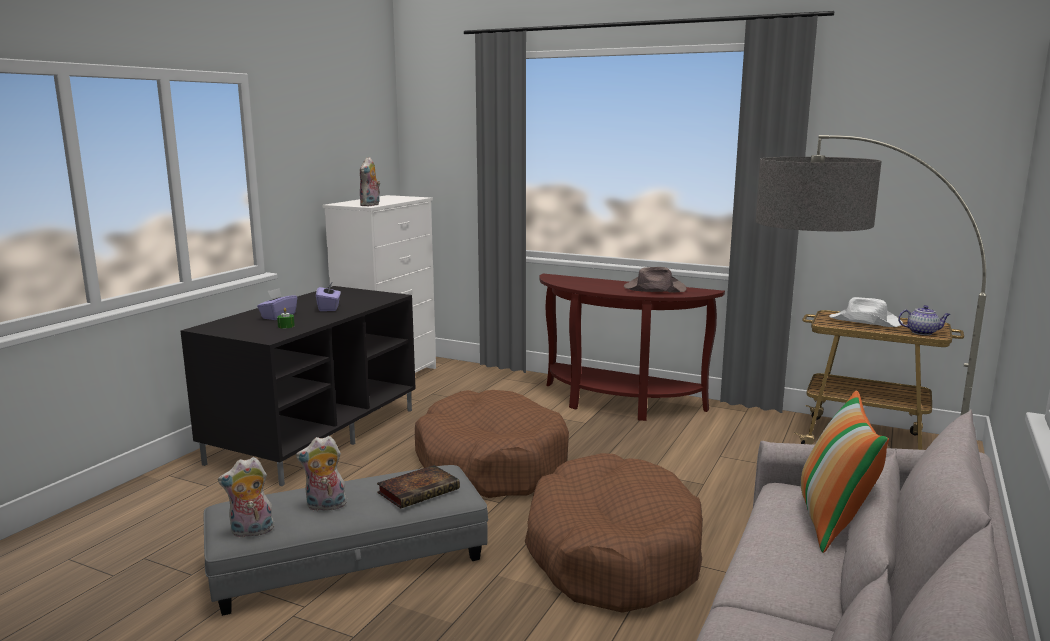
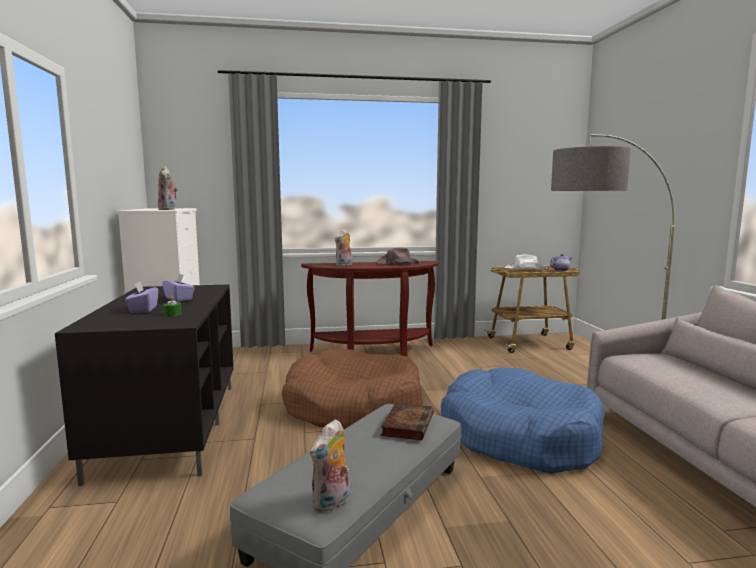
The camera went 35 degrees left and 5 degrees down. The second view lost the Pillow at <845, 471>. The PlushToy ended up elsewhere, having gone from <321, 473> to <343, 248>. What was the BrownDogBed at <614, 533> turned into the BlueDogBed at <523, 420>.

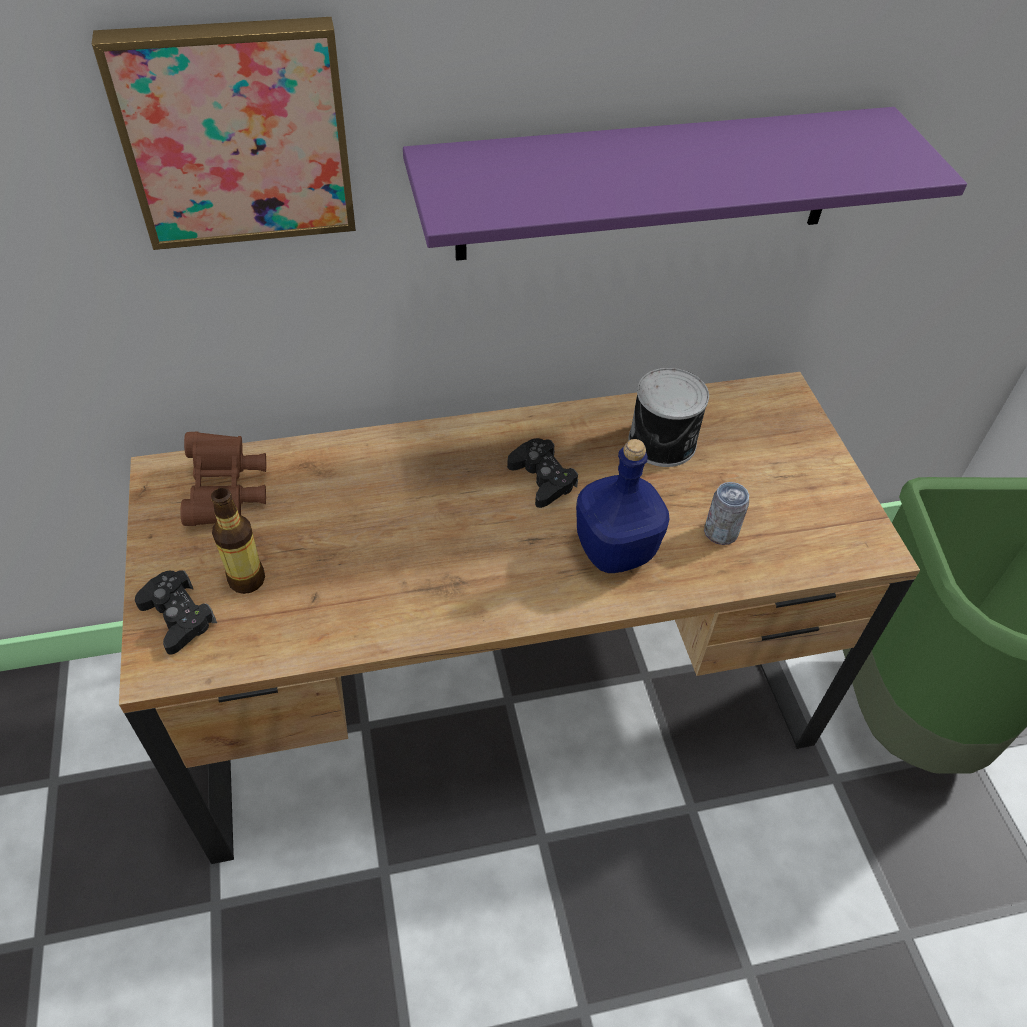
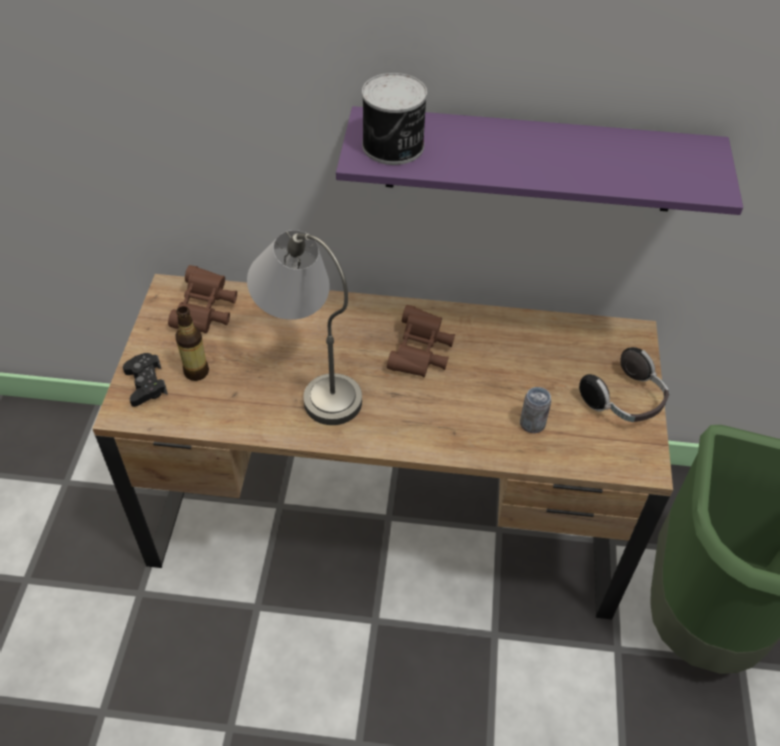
The camera went 20 degrees right and 0 degrees up. The second view lost the Picture at <224, 133>. The Can ended up elsewhere, having gone from <668, 417> to <394, 119>. Where the BlackGameController stood at <542, 473>, the BrownBinoculars came to stand at <421, 341>. The second view lost the BlueBottle at <623, 506>. The second view gained the GreyTableLamp at <304, 327>. The second view gained the Headphones at <624, 384>.

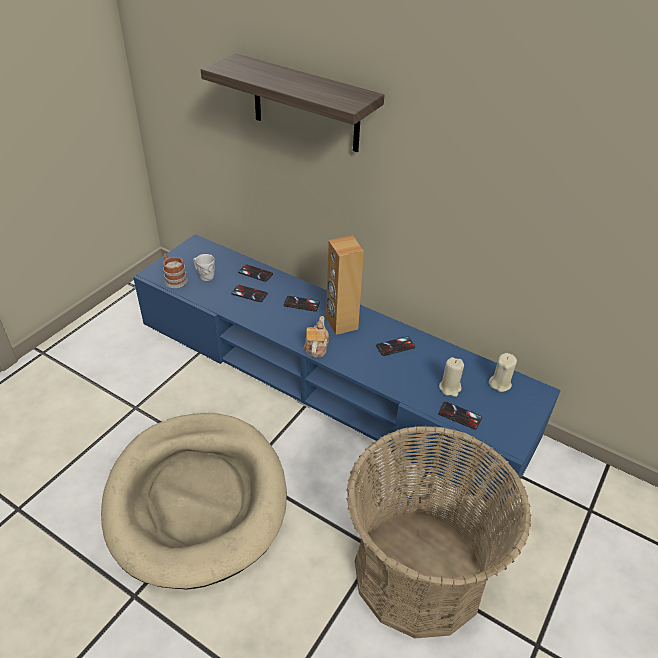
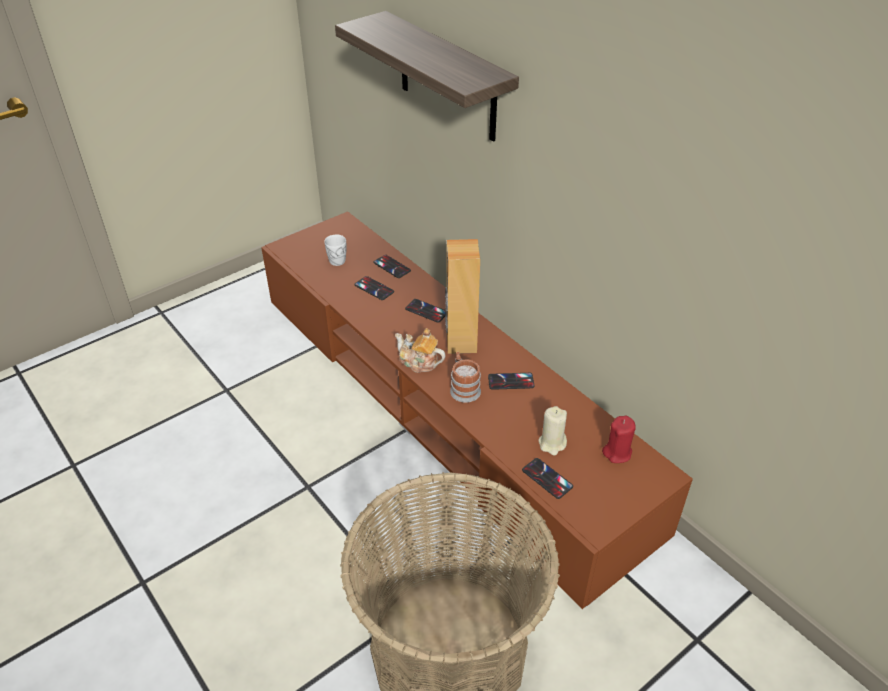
The camera went 20 degrees right and 0 degrees up. What was the BlueTvStand at <347, 372> turned into the BrownTvStand at <477, 410>. The Mug ended up elsewhere, having gone from <175, 270> to <465, 377>. The Teapot at <316, 337> ended up facing another way, 90 degrees counterclockwise from before. What was the BeigeCandle at <503, 372> turned into the RedCandle at <619, 439>. The second view lost the BeigeDogBed at <194, 501>.

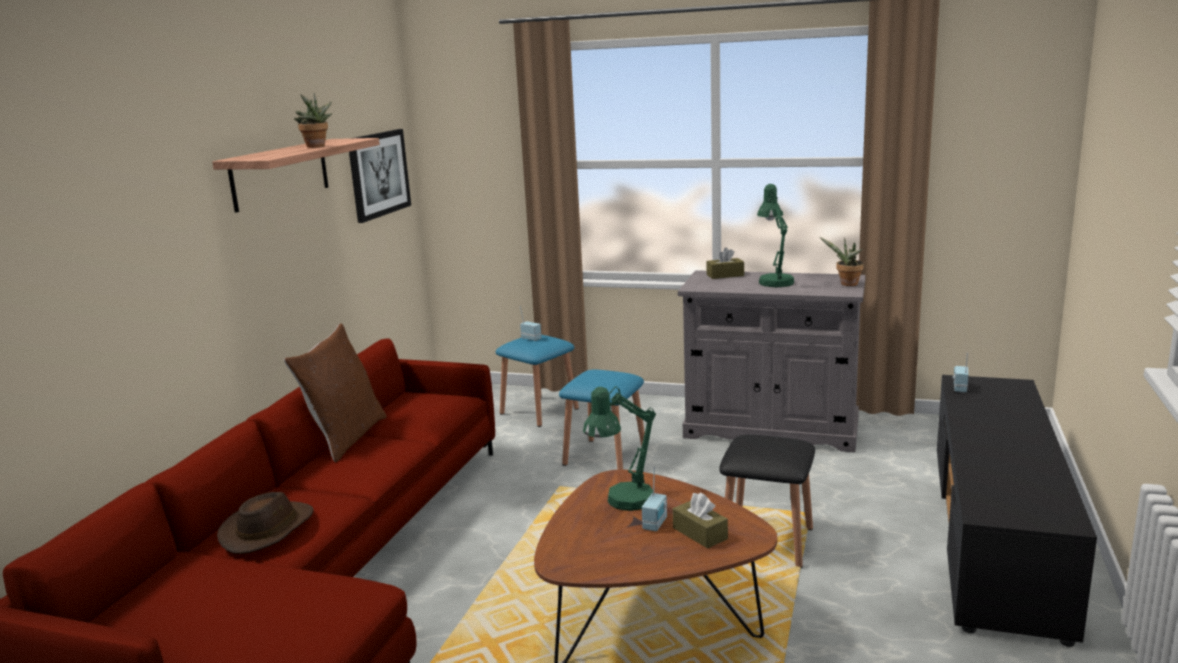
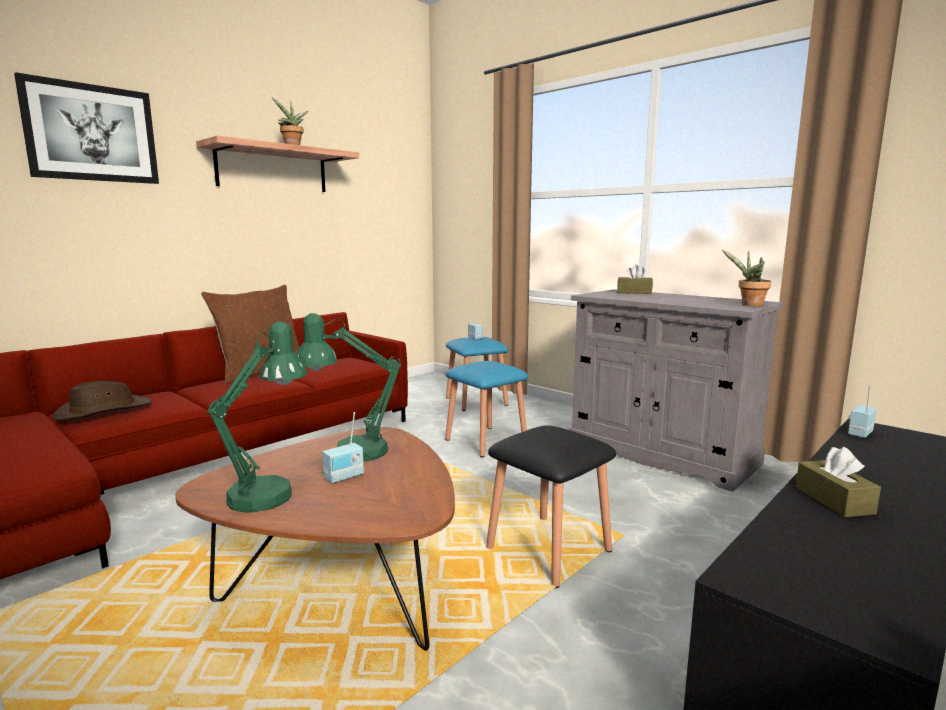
The camera went 25 degrees right and 5 degrees down. The Picture ended up elsewhere, having gone from <380, 176> to <86, 128>. The GreenTableLamp ended up elsewhere, having gone from <775, 235> to <257, 417>. The BrownTissueBox ended up elsewhere, having gone from <700, 520> to <838, 482>.

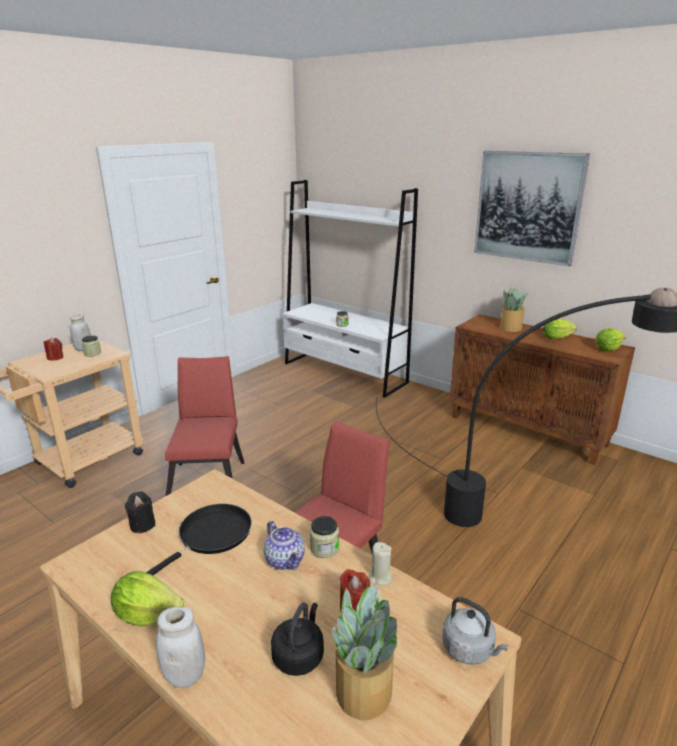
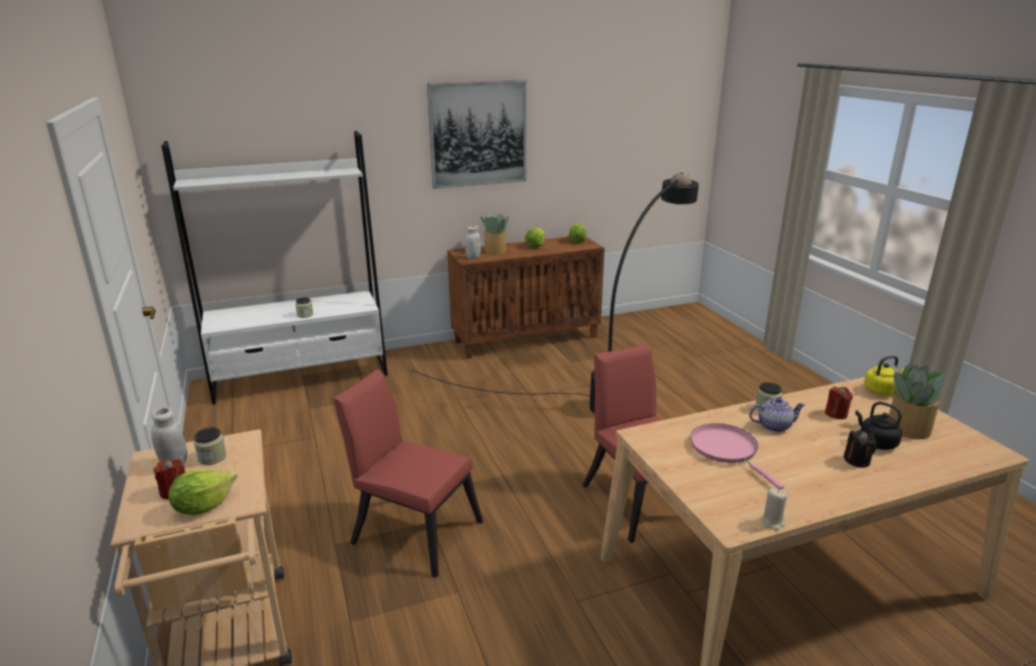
The camera went 60 degrees left and 0 degrees up. The BlackCandle ended up elsewhere, having gone from <140, 512> to <859, 449>. What was the BlackFryingPan at <198, 539> turned into the PinkFryingPan at <737, 456>. The BeigeCandle ended up elsewhere, having gone from <381, 564> to <774, 509>. The Lettuce ended up elsewhere, having gone from <147, 598> to <203, 492>. What was the GreyKettle at <475, 631> turned into the YellowKettle at <884, 375>. The WhiteJar ended up elsewhere, having gone from <180, 647> to <473, 242>.

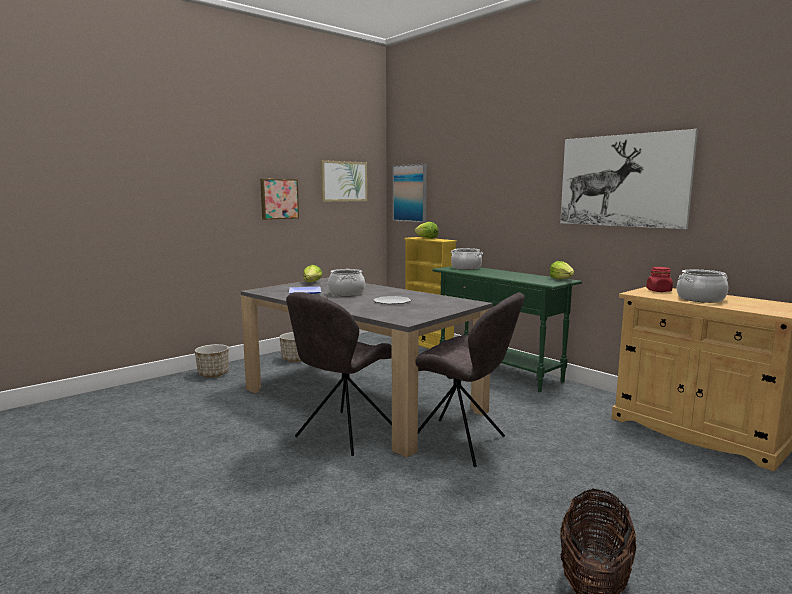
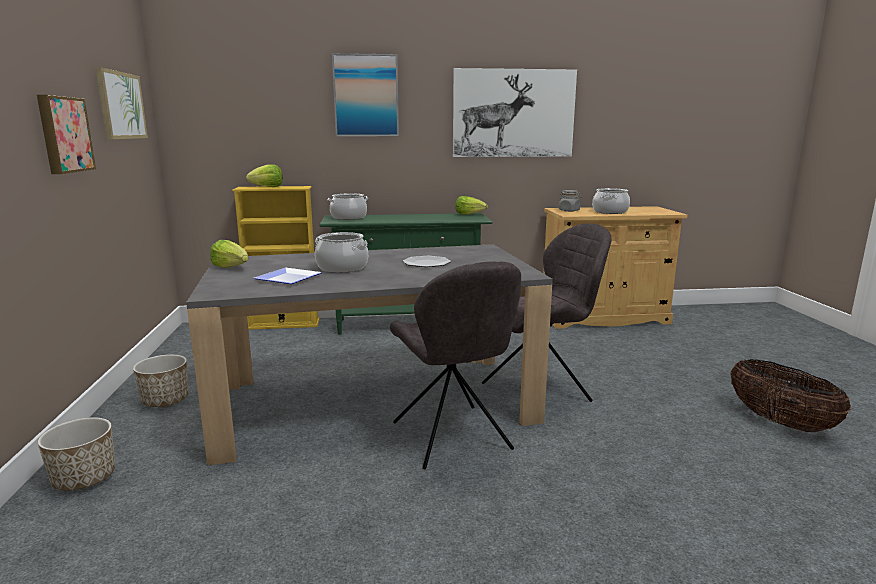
The camera went 55 degrees left and 5 degrees up. The Picture ended up elsewhere, having gone from <410, 193> to <365, 94>. What was the RedJar at <659, 279> turned into the GreyJar at <570, 201>.

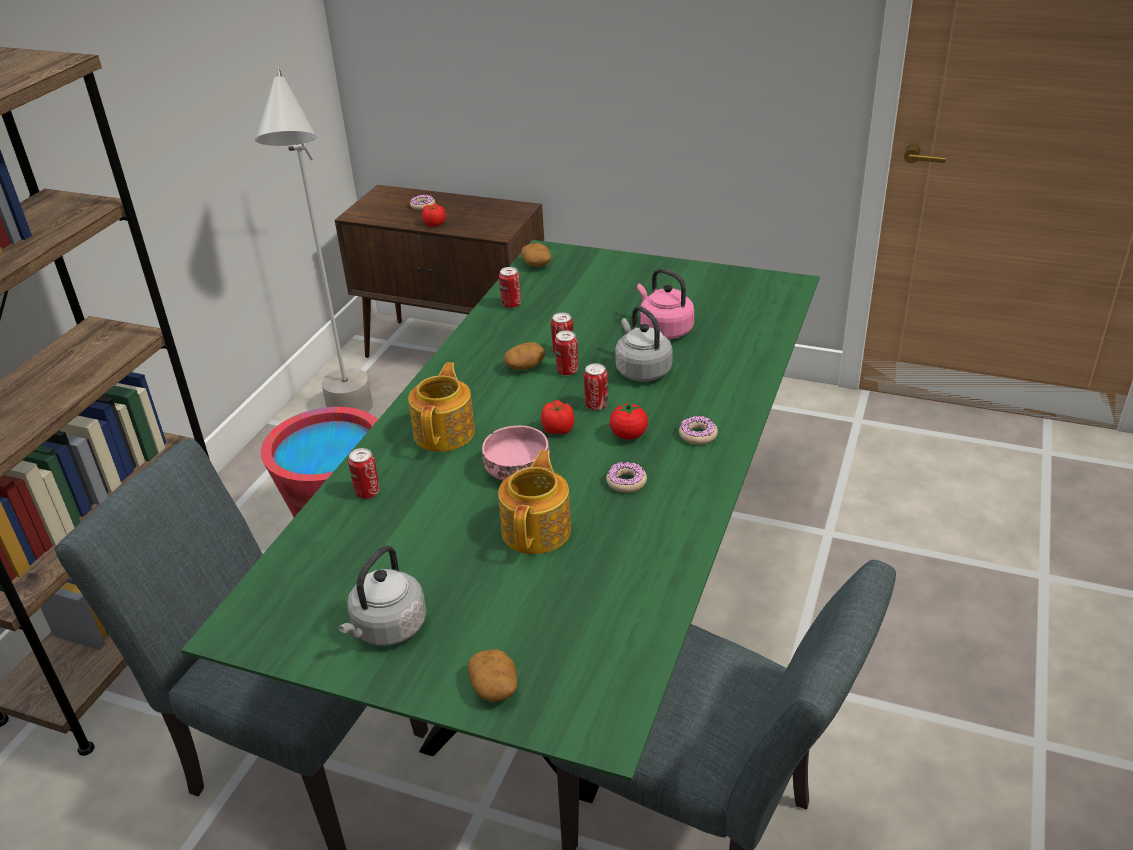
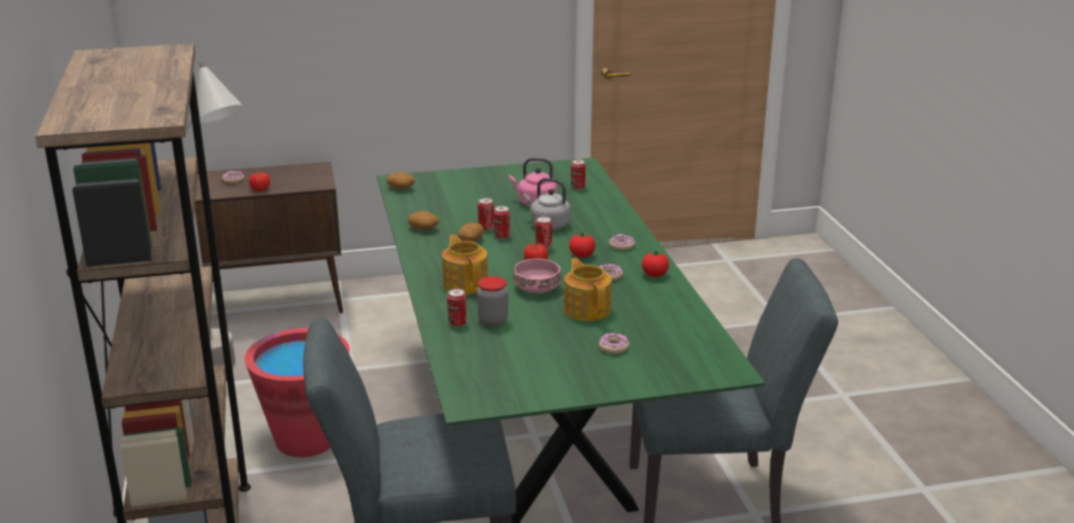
The camera went 35 degrees left and 10 degrees down. The Can ended up elsewhere, having gone from <510, 287> to <578, 175>. The second view lost the GreyKettle at <382, 595>. The Potato ended up elsewhere, having gone from <492, 675> to <423, 220>. The second view gained the Tomato at <655, 263>. The second view gained the Jar at <492, 301>. The second view gained the Donut at <614, 343>.

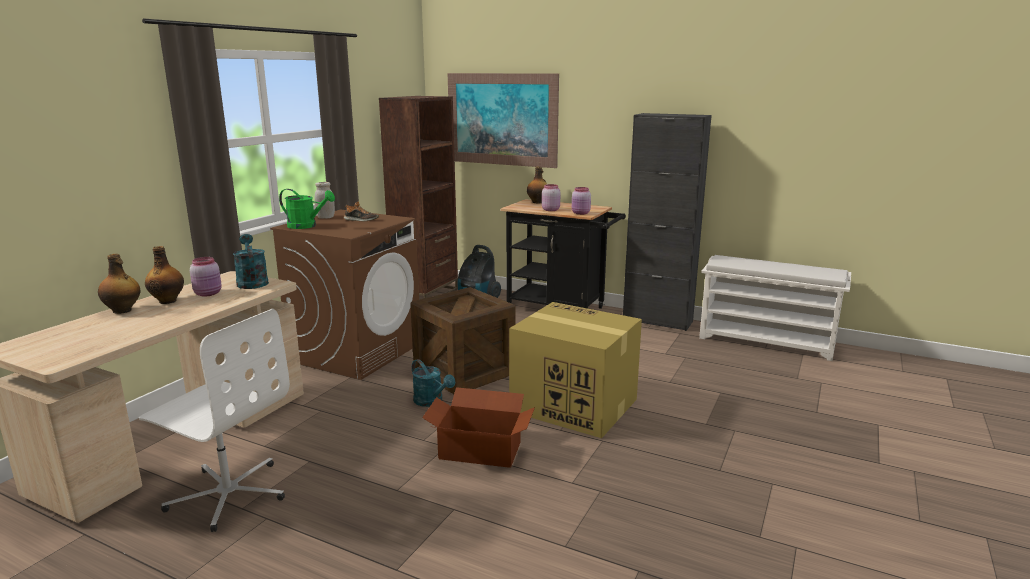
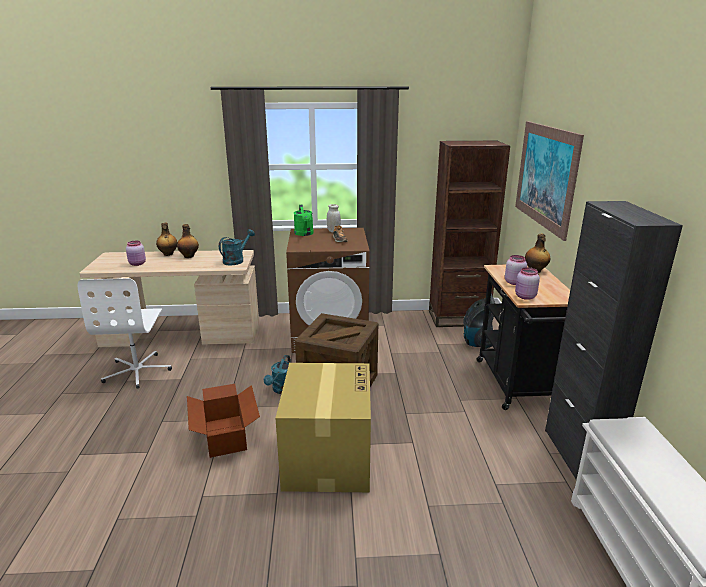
The camera went 60 degrees right and 5 degrees up. The PinkJar ended up elsewhere, having gone from <206, 276> to <136, 253>.

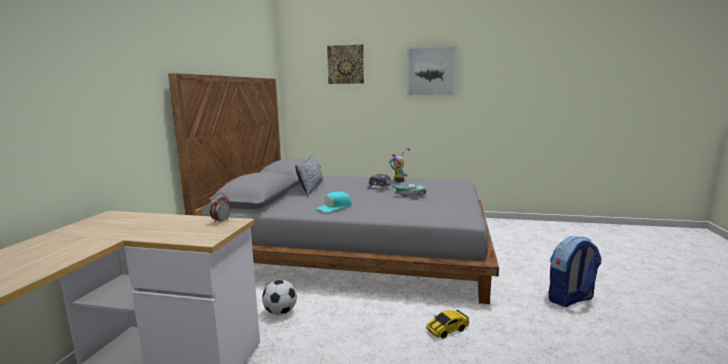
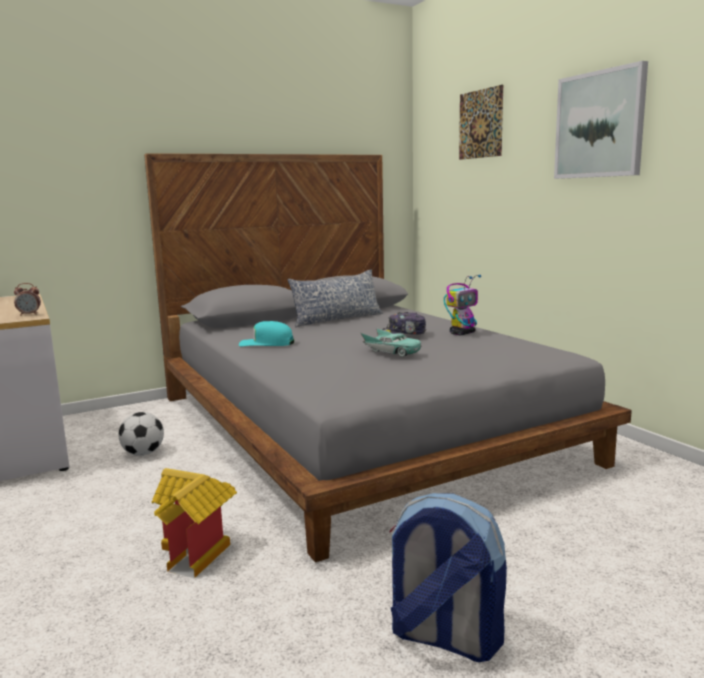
The camera went 50 degrees right and 0 degrees up. Where the ToyCar stood at <447, 324>, the ToyHouse came to stand at <194, 523>.

